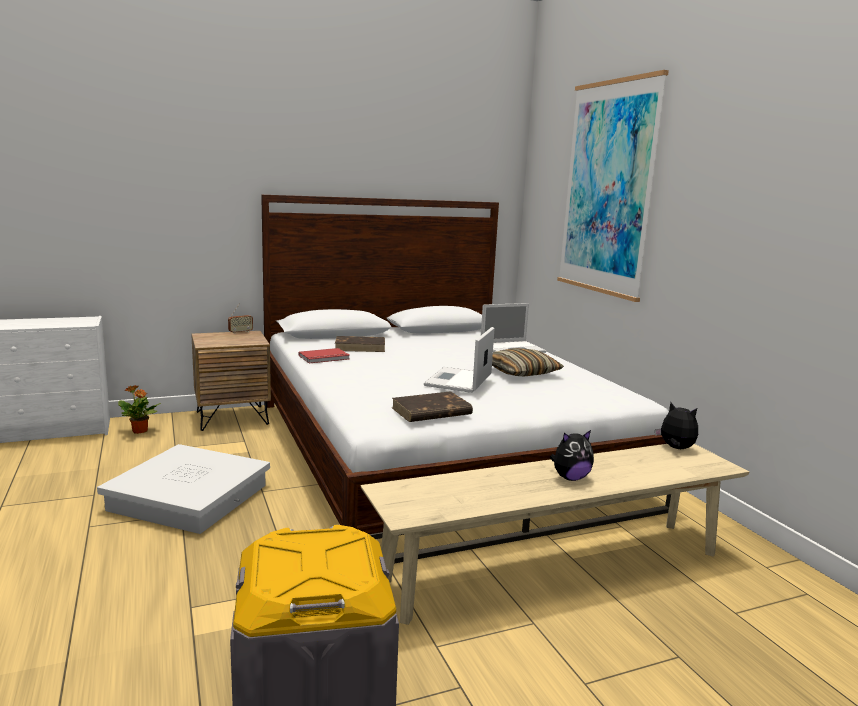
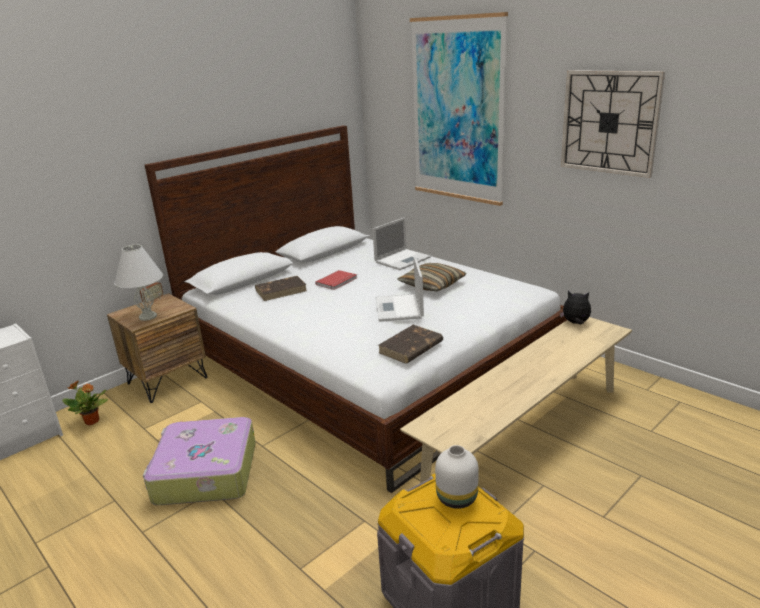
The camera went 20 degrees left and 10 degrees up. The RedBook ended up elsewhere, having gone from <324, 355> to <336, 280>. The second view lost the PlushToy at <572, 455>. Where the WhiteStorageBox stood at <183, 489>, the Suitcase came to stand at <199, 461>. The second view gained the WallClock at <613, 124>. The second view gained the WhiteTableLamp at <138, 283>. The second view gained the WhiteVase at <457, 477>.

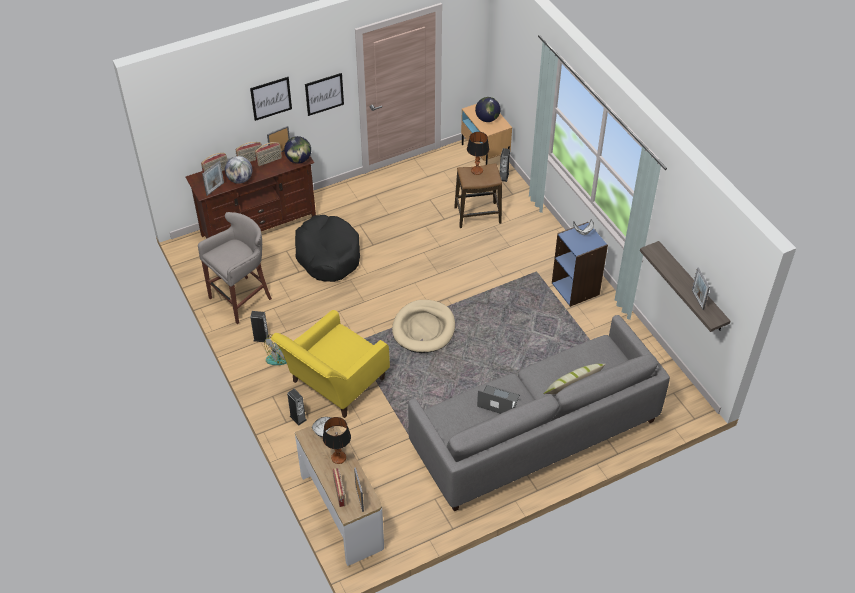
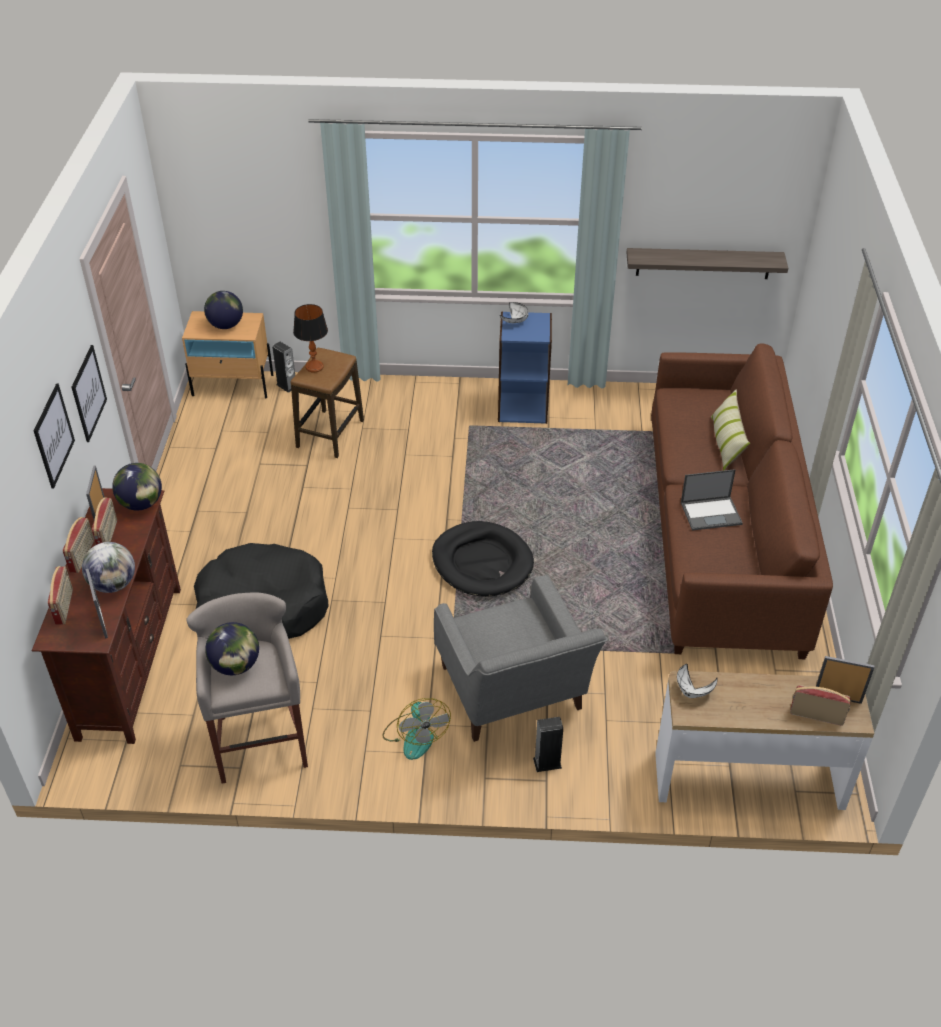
The camera went 60 degrees left and 5 degrees down. The second view lost the PictureFrame at <701, 289>. What was the BeigeDogBed at <423, 326> turned into the BlackDogBed at <483, 559>. What was the YellowArmchair at <330, 364> turned into the GreyArmchair at <521, 658>. The second view lost the Speaker at <260, 327>. What was the GreySofa at <539, 413> turned into the BrownSofa at <742, 501>. The Laptop at <498, 399> ended up facing another way, 150 degrees counterclockwise from before. The second view lost the TableLamp at <337, 440>. The second view gained the Globe at <232, 648>.

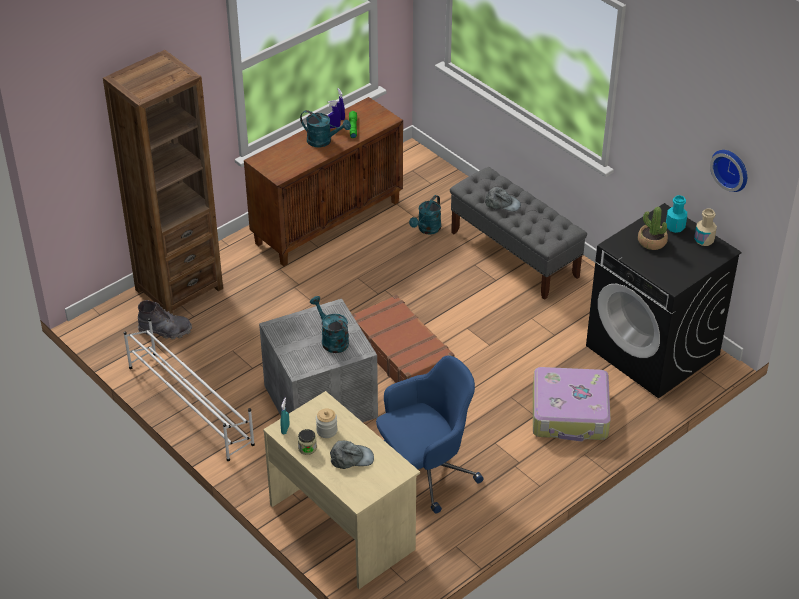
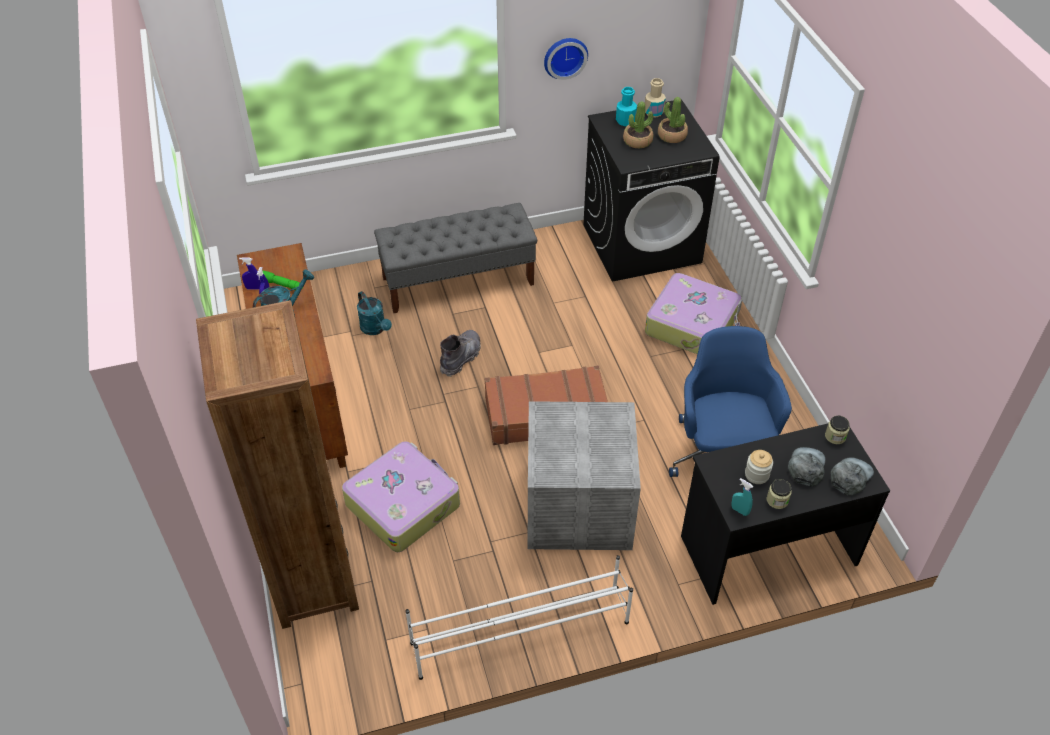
The camera went 65 degrees left and 5 degrees up. The WallClock ended up elsewhere, having gone from <728, 171> to <566, 59>. The GreyCap ended up elsewhere, having gone from <503, 199> to <852, 476>. The second view lost the TurquoiseWateringCan at <329, 324>. The GreyBoot ended up elsewhere, having gone from <165, 319> to <460, 353>. What was the BeigeDesk at <341, 490> turned into the BlackDesk at <785, 514>. The second view gained the PottedPlant at <673, 120>. The second view gained the Jar at <837, 430>. The second view gained the Suitcase at <401, 496>.

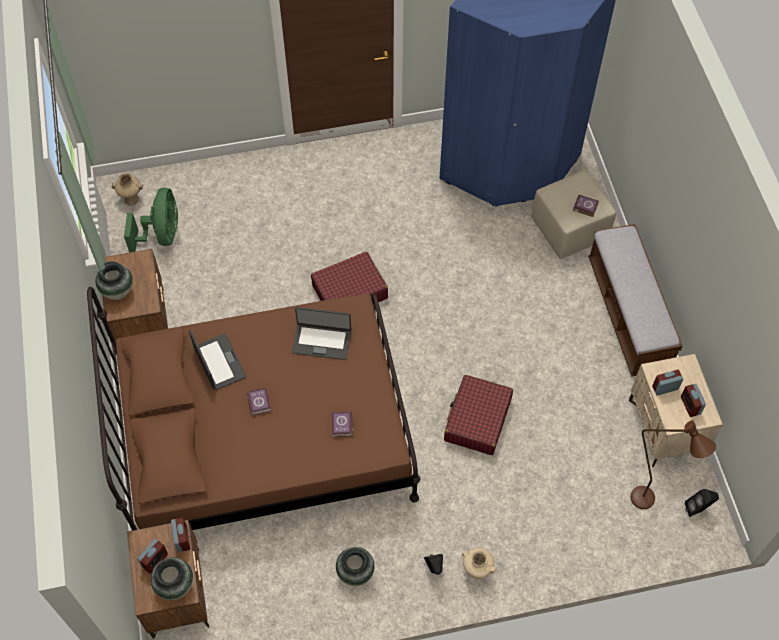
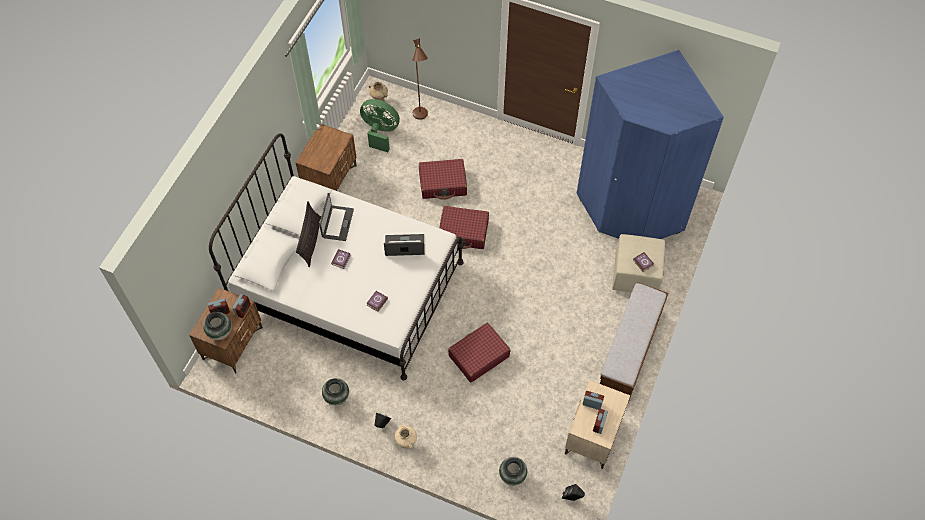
The camera went 35 degrees right and 0 degrees up. The GreenFan at <151, 220> ended up facing another way, 105 degrees counterclockwise from before. The Vase ended up elsewhere, having gone from <114, 280> to <513, 471>. What was the BrownBed at <253, 408> turned into the WhiteBed at <336, 256>. The Laptop at <321, 333> ended up facing another way, 135 degrees clockwise from before. The BrownFloorLamp ended up elsewhere, having gone from <673, 464> to <420, 79>. The second view gained the RedSuitcase at <443, 179>. The second view gained the Pillow at <308, 234>.

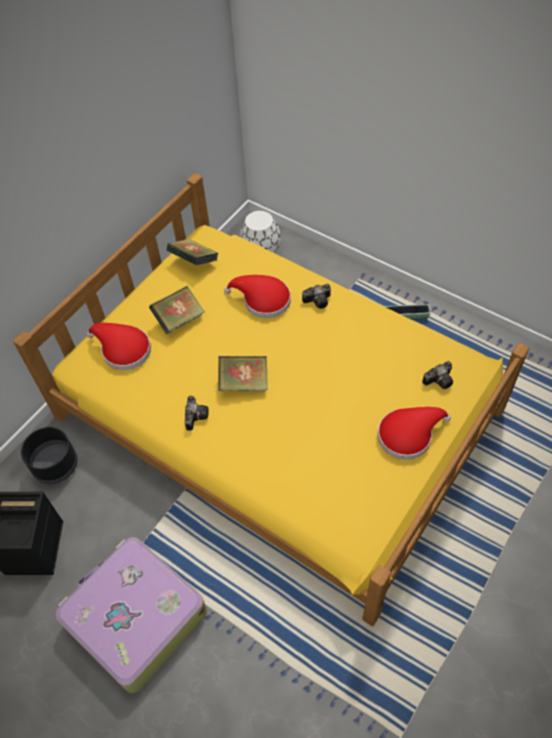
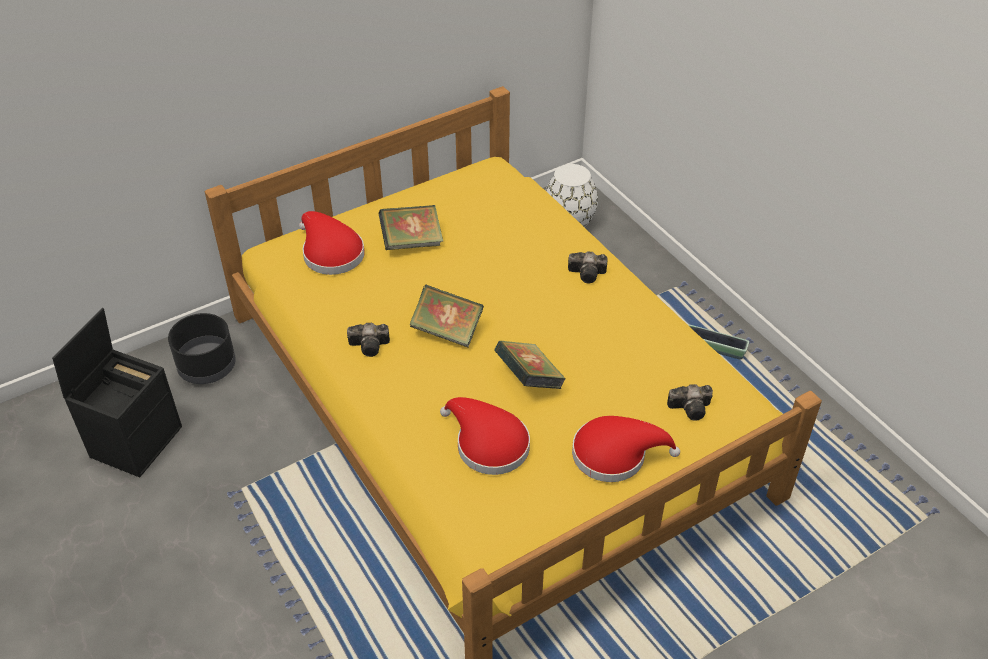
The camera went 20 degrees right and 10 degrees down. The Book ended up elsewhere, having gone from <192, 252> to <530, 365>. The RedHat ended up elsewhere, having gone from <257, 296> to <485, 436>. The PhotoCamera at <197, 413> ended up facing another way, 60 degrees clockwise from before. The second view lost the Suitcase at <131, 615>.

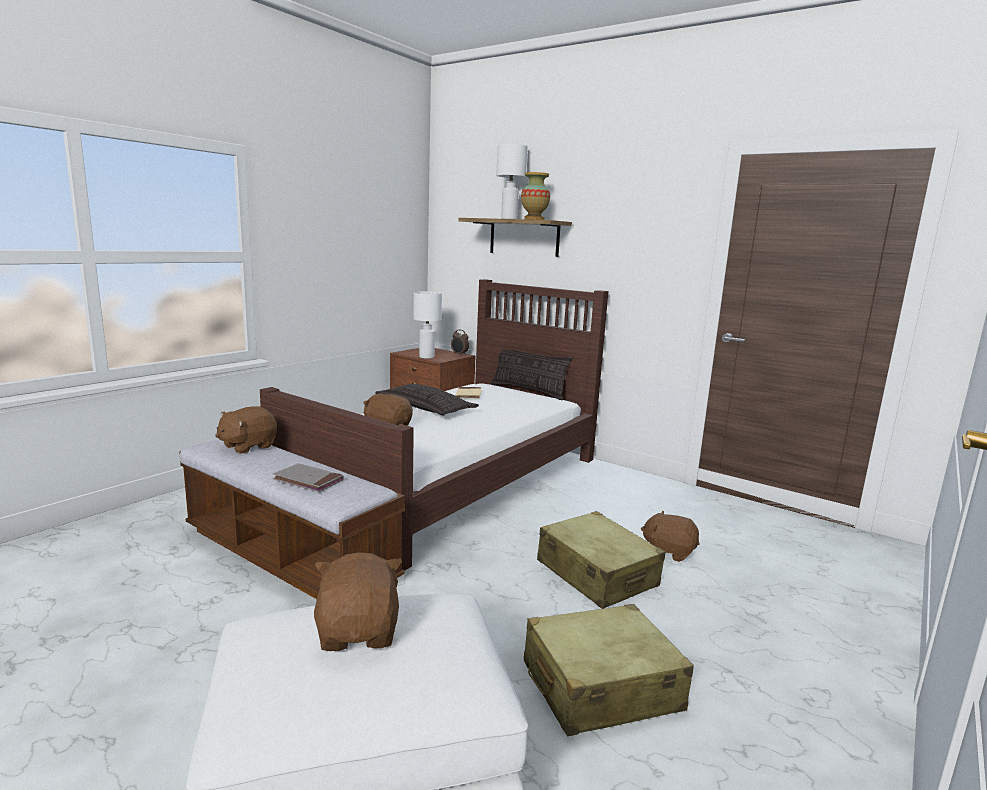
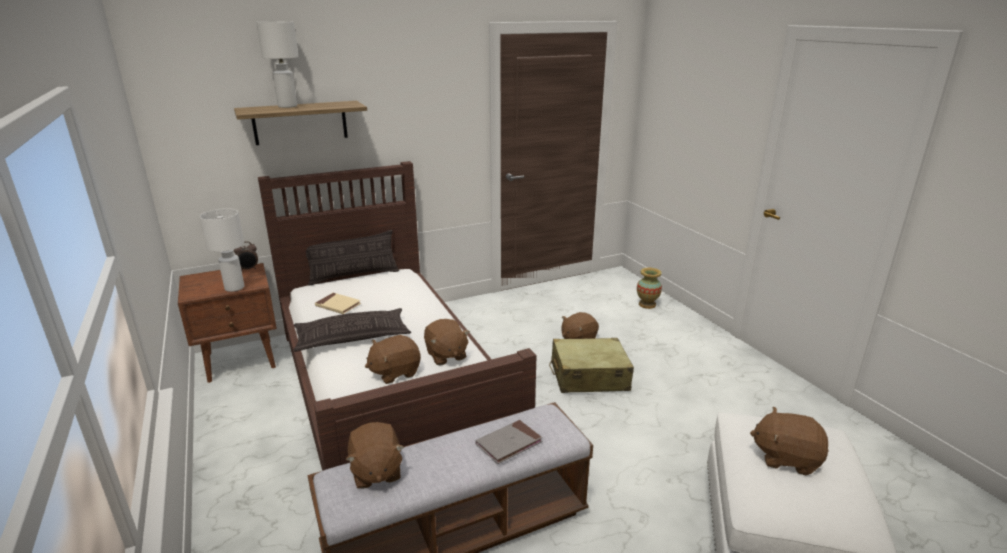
The camera went 60 degrees left and 10 degrees up. The Vase ended up elsewhere, having gone from <535, 196> to <649, 288>. The second view lost the BeigeSuitcase at <609, 670>. The second view gained the BrownPlushToy at <447, 342>.

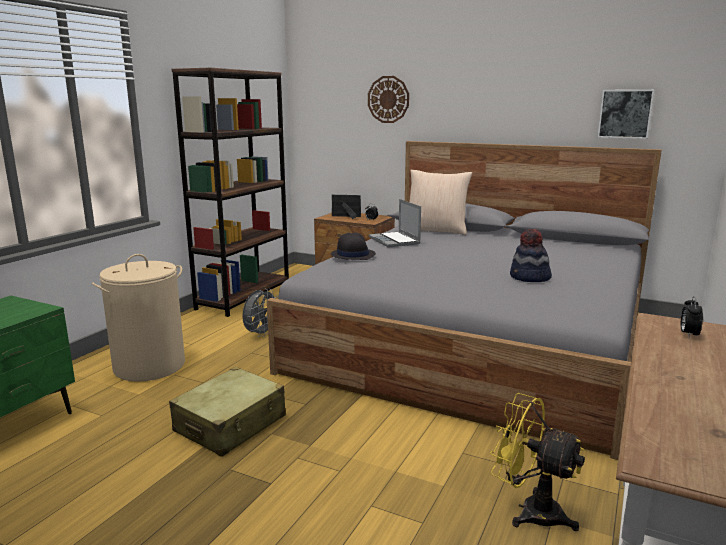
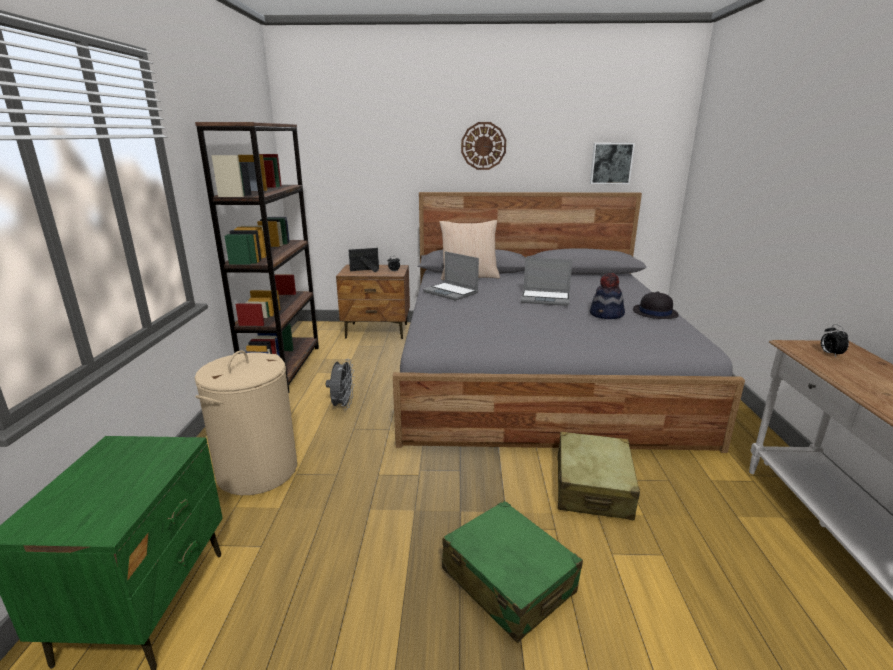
The camera went 25 degrees left and 5 degrees up. The WallClock ended up elsewhere, having gone from <388, 99> to <483, 146>. The BlackHat ended up elsewhere, having gone from <353, 246> to <656, 305>. The BeigeSuitcase ended up elsewhere, having gone from <227, 412> to <598, 476>. The second view lost the YellowFan at <537, 462>. The second view gained the Laptop at <546, 281>. The second view gained the GreenSuitcase at <512, 571>.

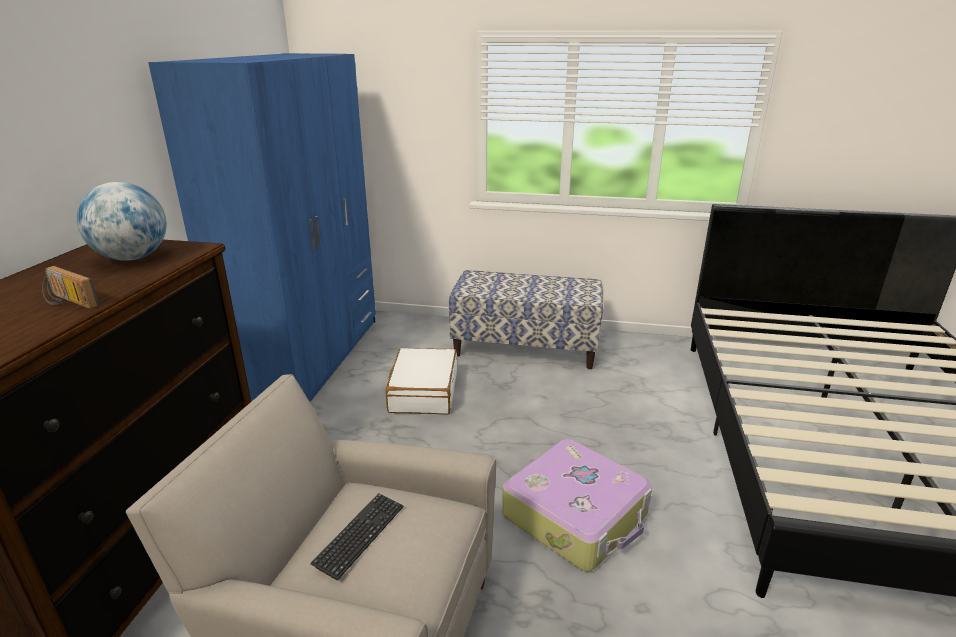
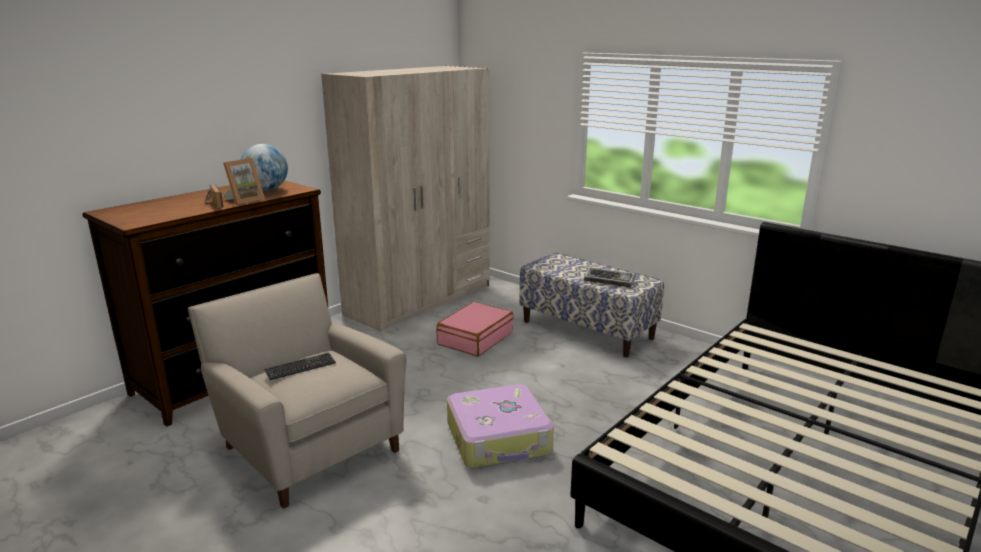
The camera went 30 degrees right and 5 degrees down. What was the BlueWardrobe at <262, 227> turned into the BeigeWardrobe at <405, 199>. What was the WhiteSuitcase at <421, 381> turned into the PinkSuitcase at <475, 329>. The second view gained the PictureFrame at <244, 181>. The second view gained the Keyboard at <610, 277>.

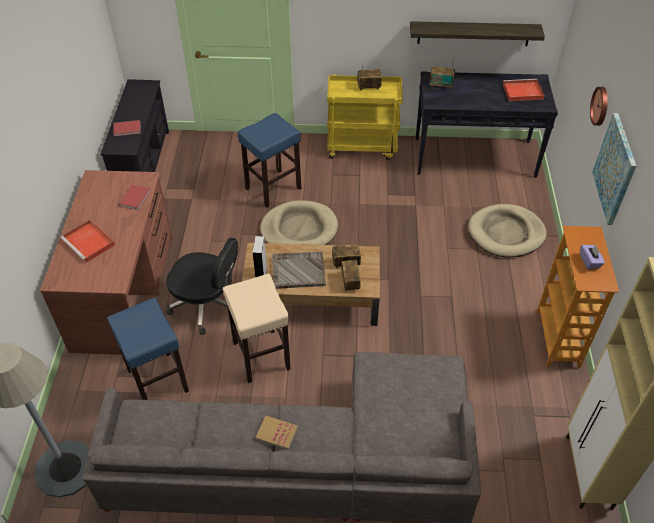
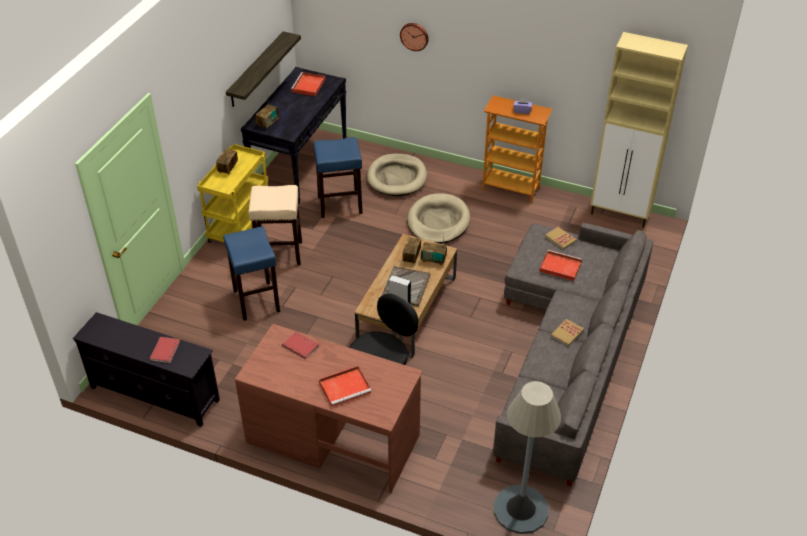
The camera went 70 degrees left and 5 degrees down. The second view lost the Picture at <614, 169>. The BeigeDogBed ended up elsewhere, having gone from <299, 222> to <438, 218>. The BeigeStool ended up elsewhere, having gone from <256, 328> to <275, 225>. The BlueStool ended up elsewhere, having gone from <148, 349> to <338, 177>. The second view gained the Book at <561, 238>. The second view gained the RedTray at <560, 265>.

